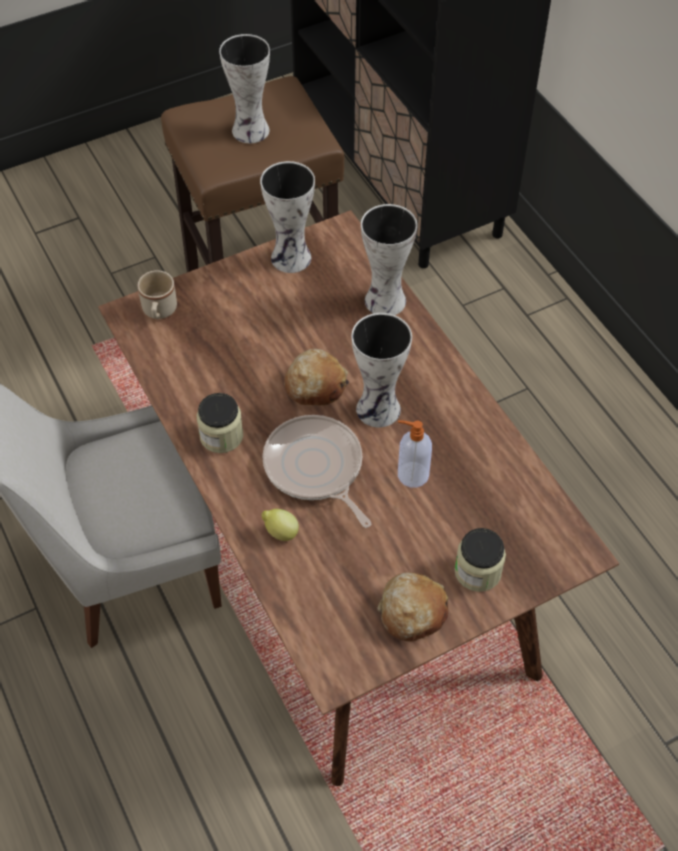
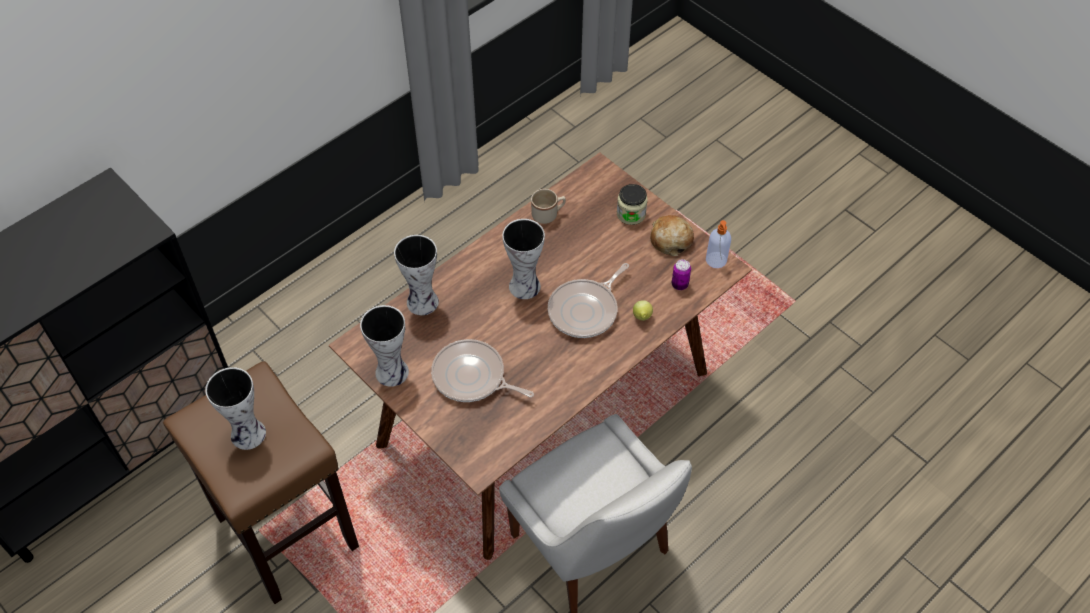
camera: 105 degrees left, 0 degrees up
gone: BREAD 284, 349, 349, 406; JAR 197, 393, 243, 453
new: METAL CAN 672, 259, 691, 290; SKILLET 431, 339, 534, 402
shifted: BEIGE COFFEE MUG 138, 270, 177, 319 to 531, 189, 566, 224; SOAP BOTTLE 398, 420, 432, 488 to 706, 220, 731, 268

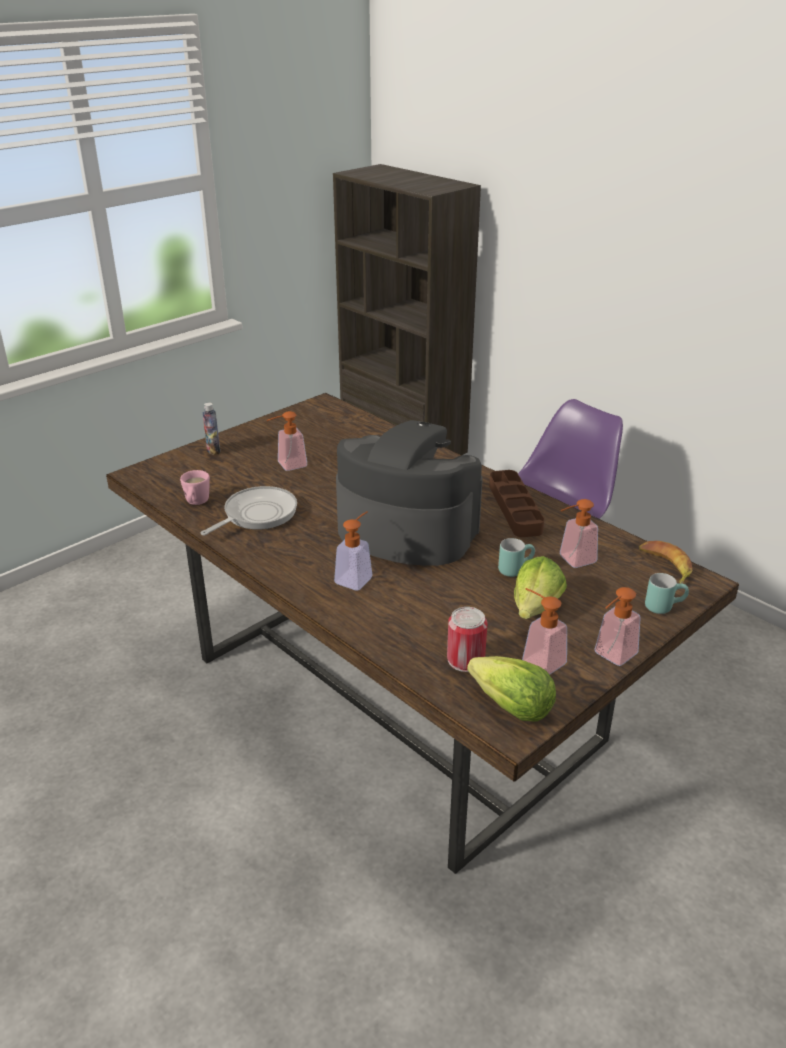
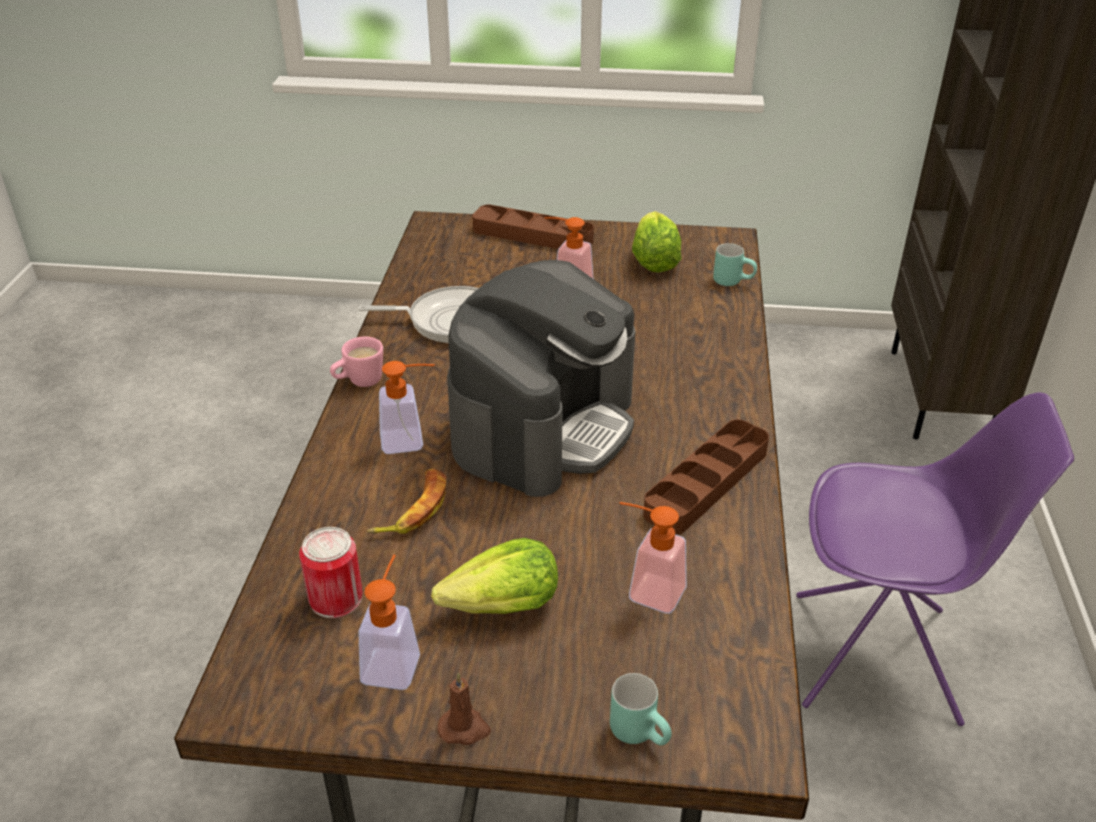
camera: 50 degrees right, 5 degrees up
shifted: PINK-COLOURED COFFEE MUG 180, 470, 210, 505 to 330, 337, 383, 387; TURQUOISE-COLOURED COFFEE MUG 498, 538, 535, 577 to 713, 243, 757, 286; BANANA FRUIT 639, 541, 692, 584 to 367, 468, 446, 534; LETTUCE HEAD 467, 656, 556, 721 to 632, 211, 682, 273
swapped: BEVERAGE BOTTLE 202, 403, 220, 455 to BROWN SERVING TRAY 472, 205, 594, 249; SOAP BOTTLE 594, 587, 641, 666 to BROWN WAX LIGHT 437, 673, 491, 745
rotated: COFFEE MAKER 336, 420, 483, 566 = 447, 260, 635, 497 45 degrees clockwise

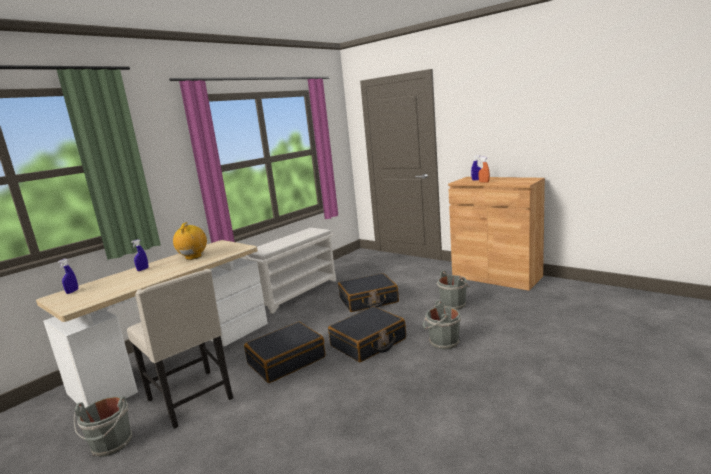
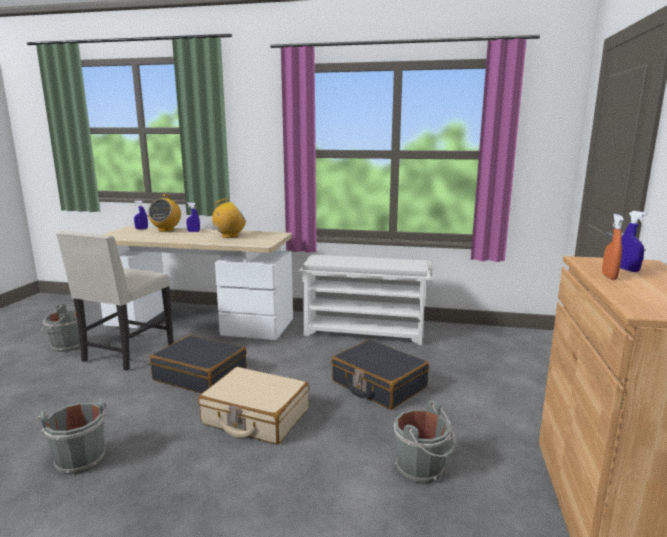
camera: 60 degrees right, 0 degrees up
new: RADIO 148, 194, 181, 232
shifted: GRAY BUCKET 423, 300, 461, 350 to 38, 398, 107, 475
repainted: BLACK SUITCASE 328, 306, 406, 362 to BEIGE SUITCASE 198, 367, 309, 444

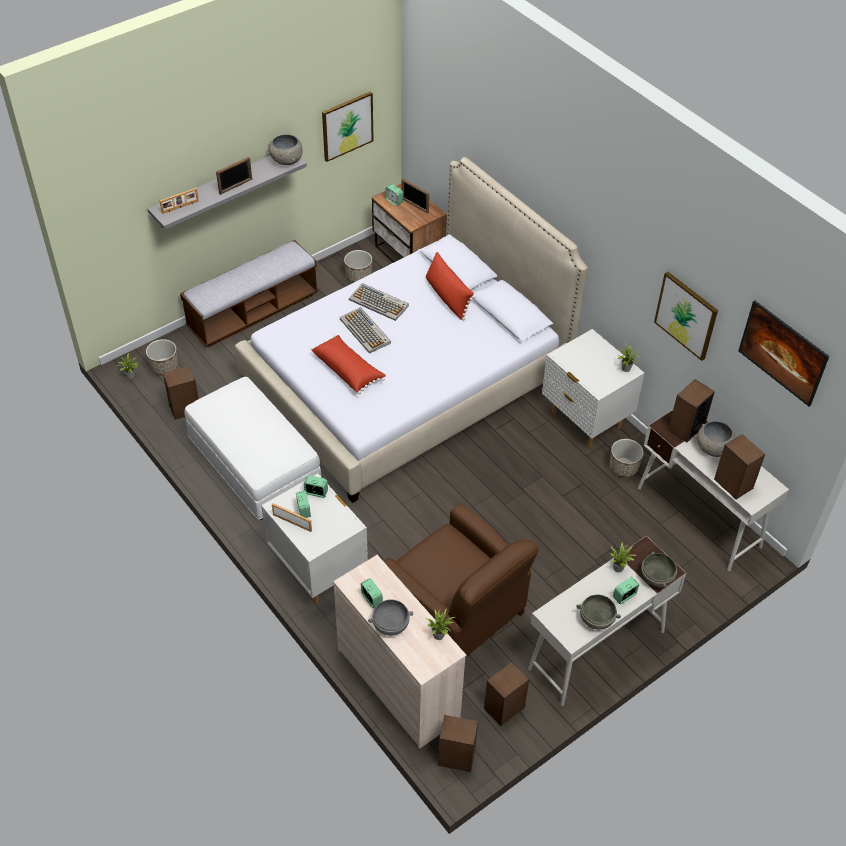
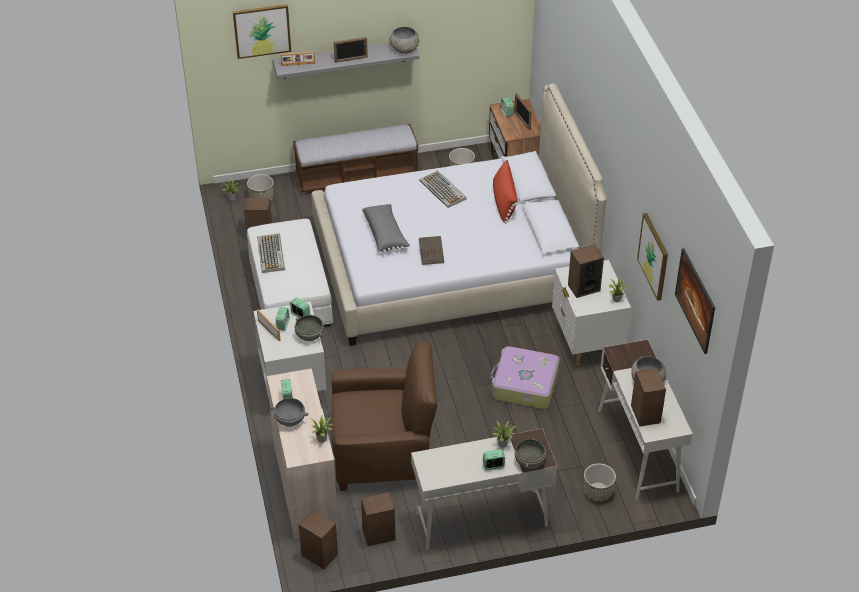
camera: 25 degrees right, 5 degrees down
new: BROWN VOLUME 419, 236, 444, 265; SUITCASE 489, 346, 560, 409
shifted: WALL ART 322, 91, 374, 162 to 233, 4, 291, 59; COMPUTER KEYBOARD 340, 307, 391, 353 to 257, 233, 285, 273; LOUDSPEAKER 668, 379, 715, 443 to 568, 245, 604, 298; PLANT POT 610, 439, 644, 477 to 584, 463, 616, 502; GRAY BOWL 576, 595, 621, 630 to 295, 315, 324, 341
repainted: RED THROW PILLOW 311, 335, 386, 394 to GRAY THROW PILLOW 362, 204, 410, 254
rotated: BROWN EASY CHAIR 383, 504, 539, 658 = 331, 341, 438, 491 75 degrees counterclockwise

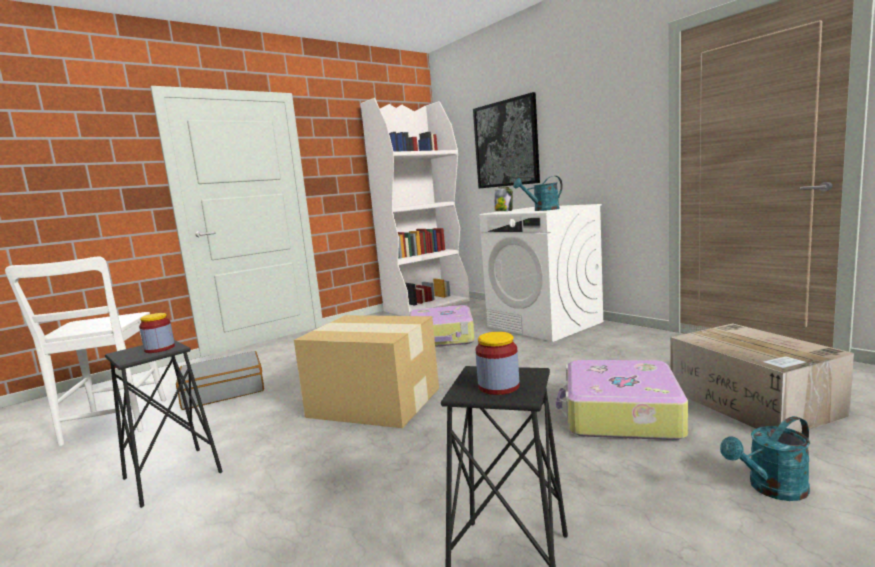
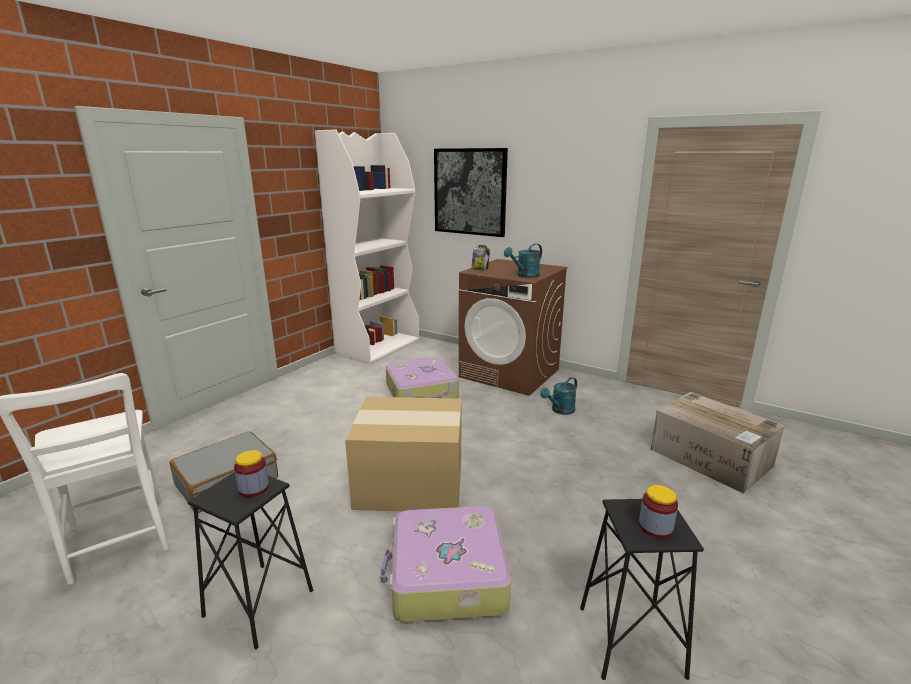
camera: 20 degrees left, 10 degrees up
shifted: SUITCASE 556, 360, 688, 440 to 380, 506, 511, 622; TURQUOISE-COLOURED WATERING POT 720, 416, 810, 501 to 540, 377, 577, 415
repainted: WHITE-COLOURED WASHING MACHINE 479, 204, 603, 342 to BROWN WASHING MACHINE 459, 259, 568, 396

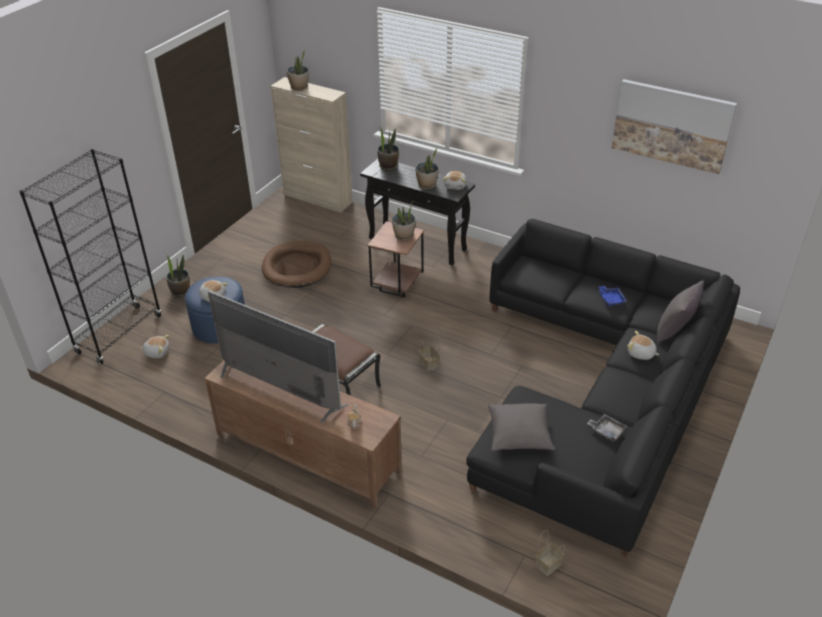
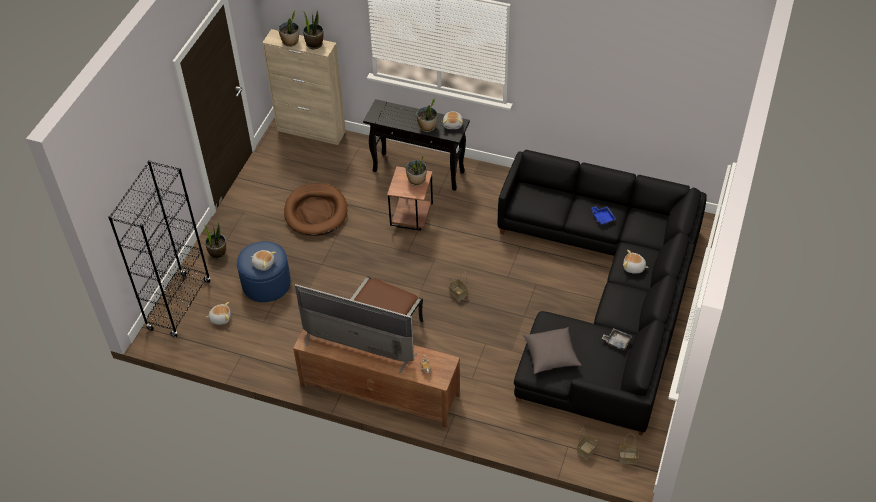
camera: 10 degrees left, 10 degrees up
gone: WALL ART 612, 79, 737, 174; GRAY THROW PILLOW 657, 281, 704, 343
new: HOUSEHOLD BASKET 619, 434, 639, 465
shifted: PLANT IN A POT 377, 127, 399, 171 to 303, 10, 324, 49

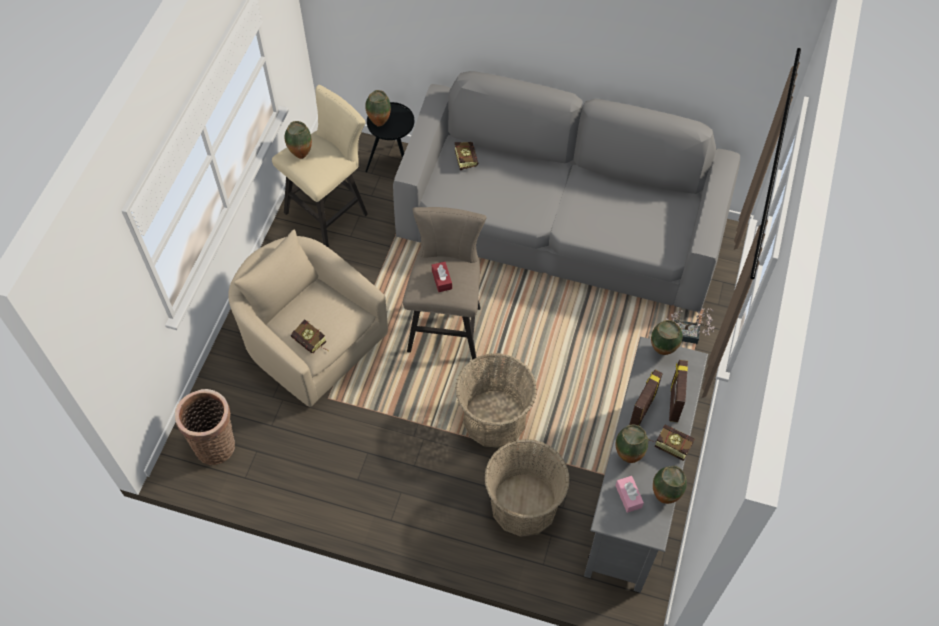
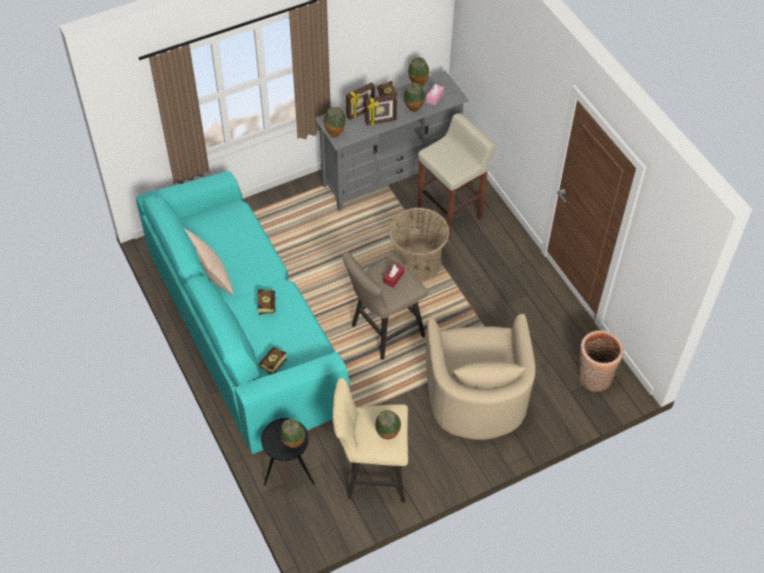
camera: 135 degrees left, 5 degrees down
gone: PLANT IN A POT 665, 308, 714, 344
new: BEIGE THROW PILLOW 184, 228, 234, 295
shifted: VOLUME 291, 319, 329, 353 to 258, 289, 276, 315
swapped: HOUSEHOLD BASKET 484, 439, 570, 537 to BEIGE STOOL 418, 113, 495, 239
repainted: GRAY SOFA 393, 71, 740, 312 to TURQUOISE-COLOURED SOFA 136, 171, 350, 454

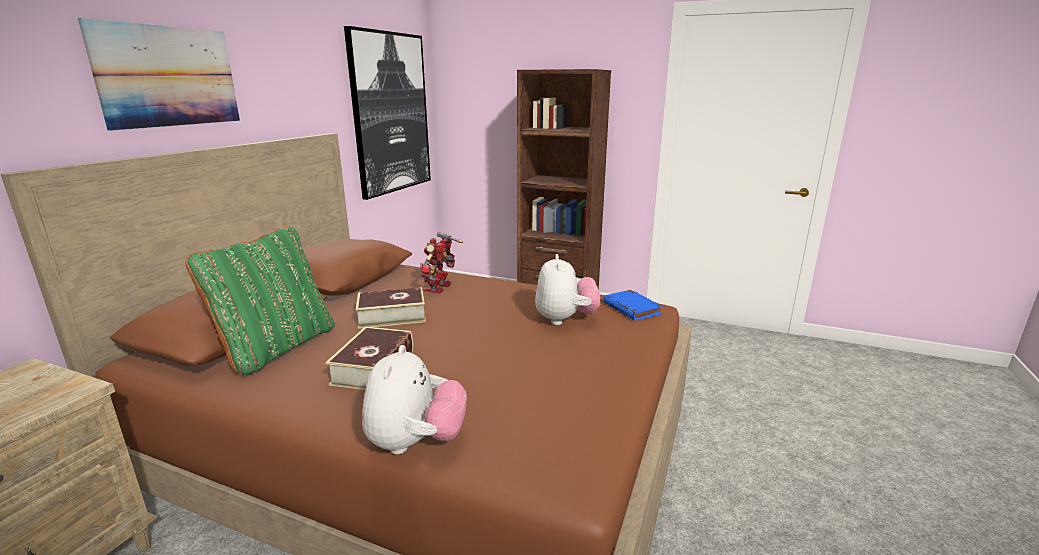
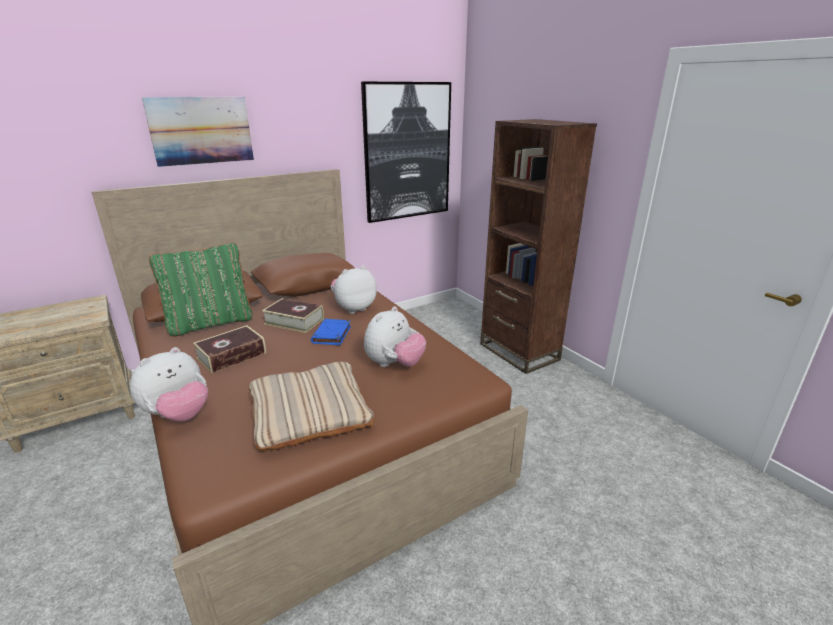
camera: 35 degrees right, 5 degrees up
new: BEIGE THROW PILLOW 248, 362, 374, 452
shifted: BLUISH VOLUME 604, 290, 663, 321 to 311, 319, 351, 345
swapped: TOY ROBOT 420, 232, 463, 293 to PLUSH TOY 331, 266, 377, 314

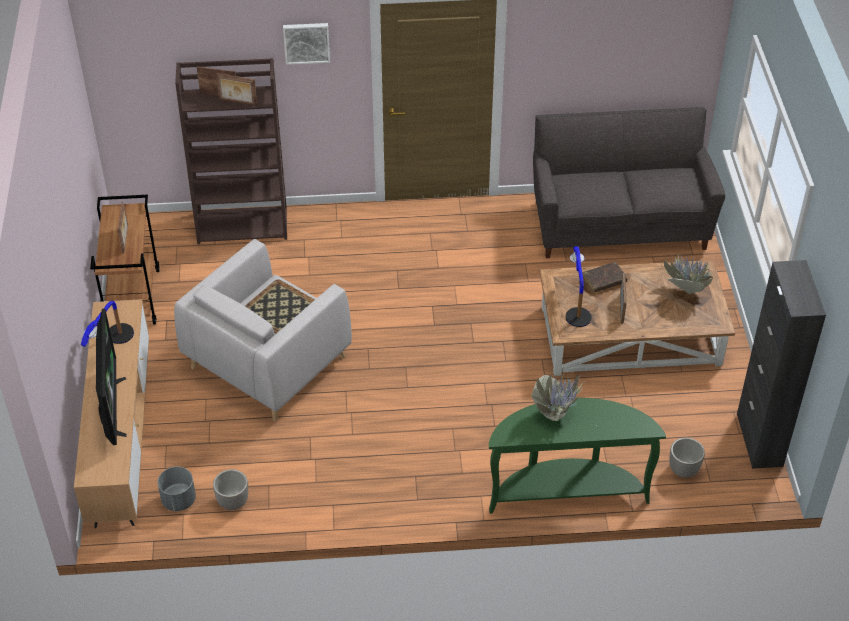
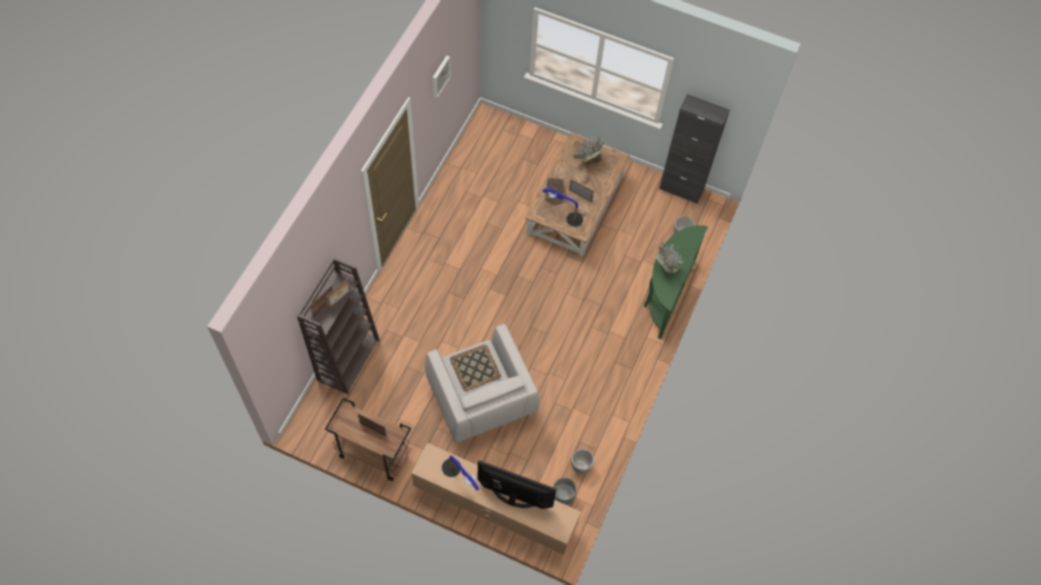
camera: 65 degrees left, 15 degrees up
gone: GRAY SOFA 533, 107, 725, 258
shifted: WALL ART 283, 23, 330, 65 to 433, 55, 451, 98

